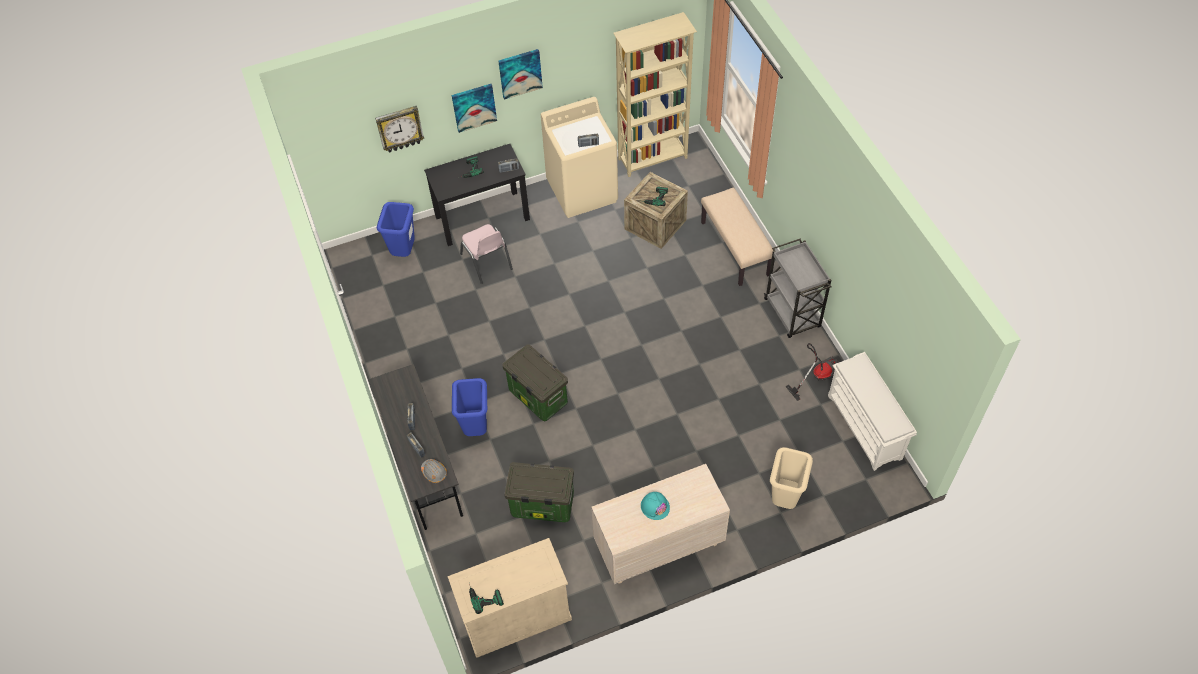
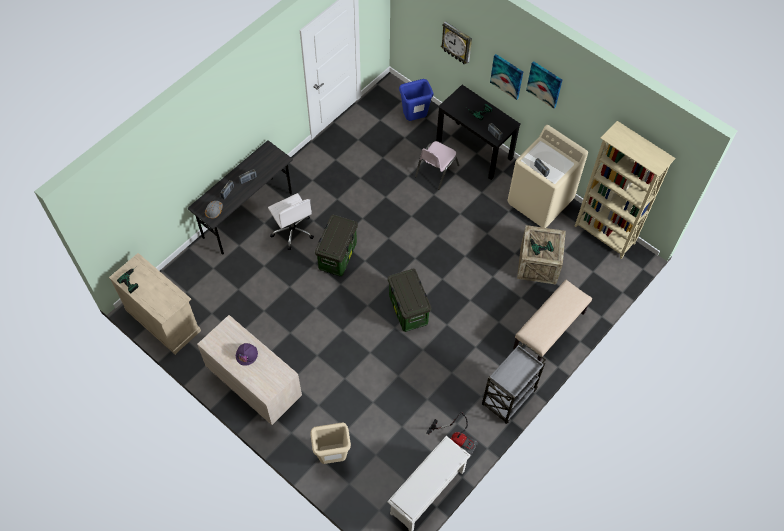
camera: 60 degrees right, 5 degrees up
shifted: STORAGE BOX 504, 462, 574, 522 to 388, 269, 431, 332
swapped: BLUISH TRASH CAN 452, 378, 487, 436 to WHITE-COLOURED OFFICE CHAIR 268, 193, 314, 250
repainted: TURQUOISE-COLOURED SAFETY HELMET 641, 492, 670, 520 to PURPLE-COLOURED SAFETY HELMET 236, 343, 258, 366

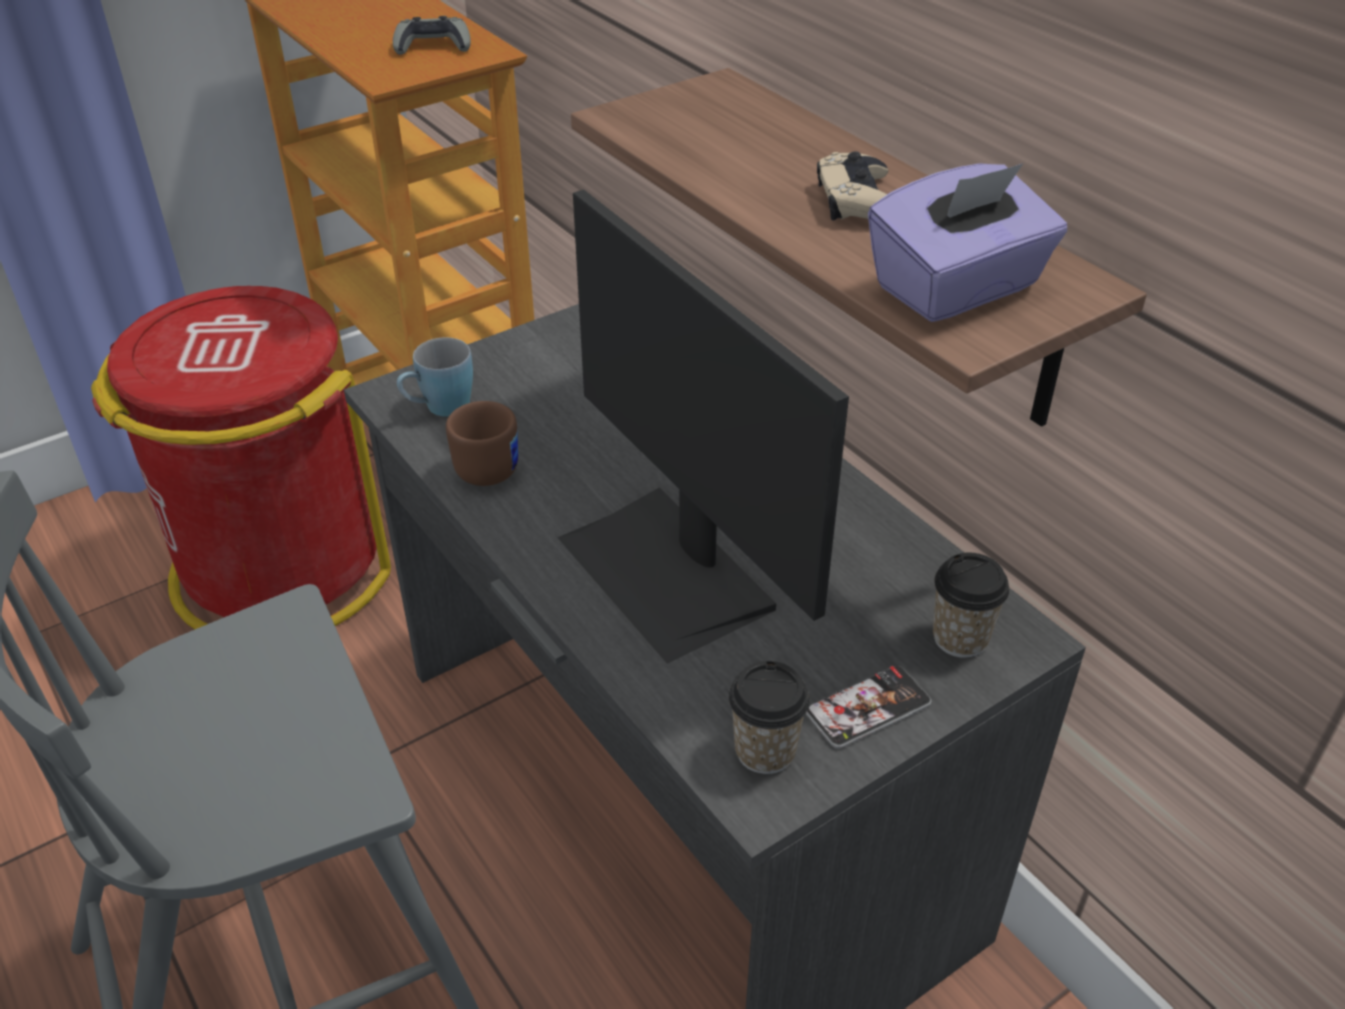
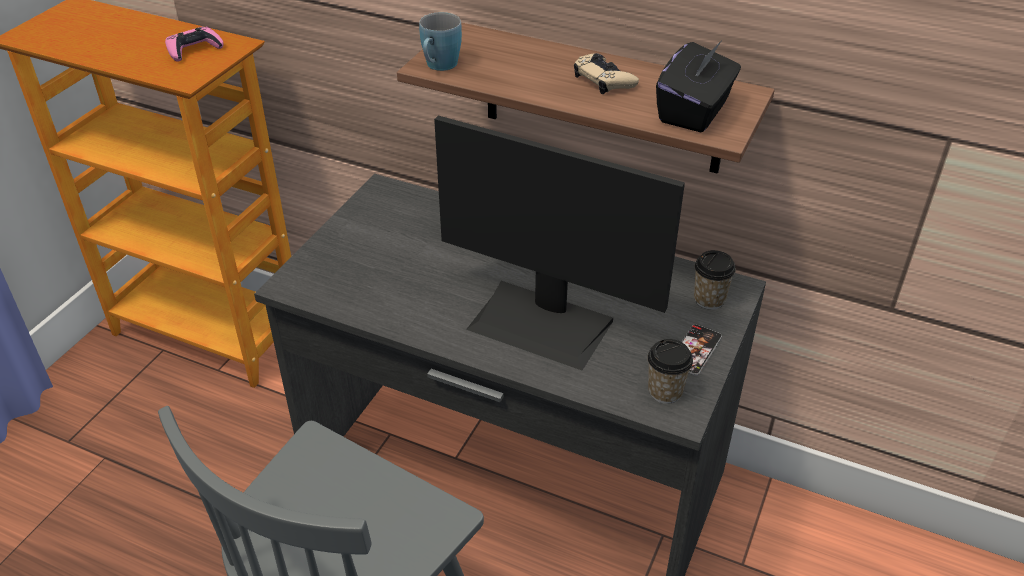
camera: 30 degrees left, 0 degrees up
gone: RED TRASH CAN 91, 286, 391, 629; BROWN COFFEE MUG 446, 401, 518, 486
shifted: BLUISH COFFEE MUG 397, 337, 473, 417 to 419, 12, 462, 71
repainted: GRAY GAME CONTROLLER 393, 16, 471, 55 to PINK-COLOURED GAME CONTROLLER 165, 27, 224, 62; PURPLE-COLOURED TISSUE HOLDER 868, 163, 1067, 322 to BLACK TISSUE HOLDER 656, 40, 741, 132

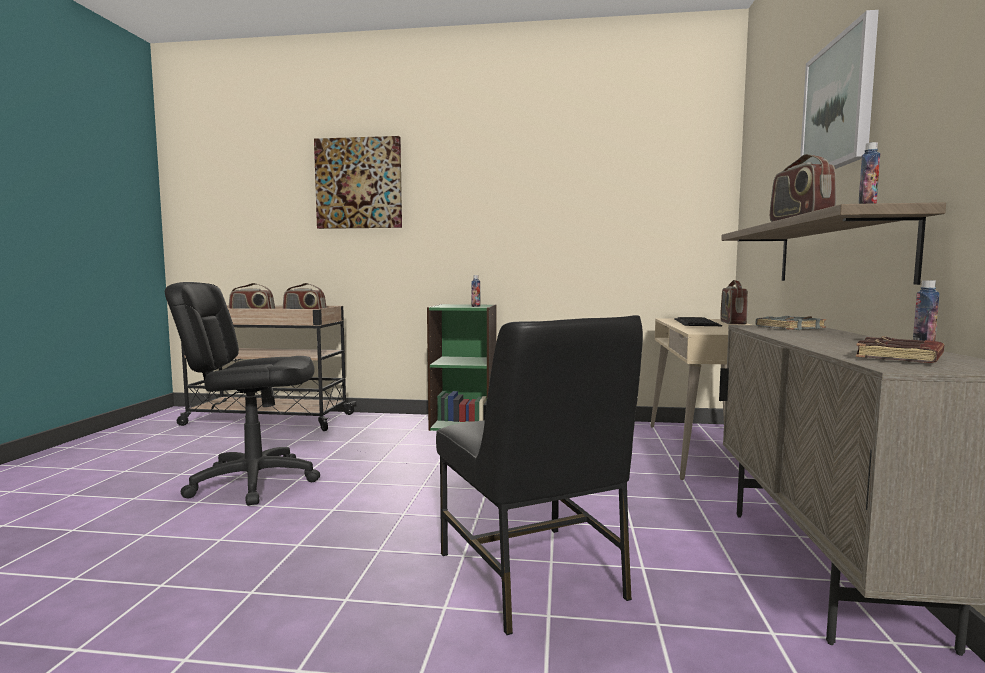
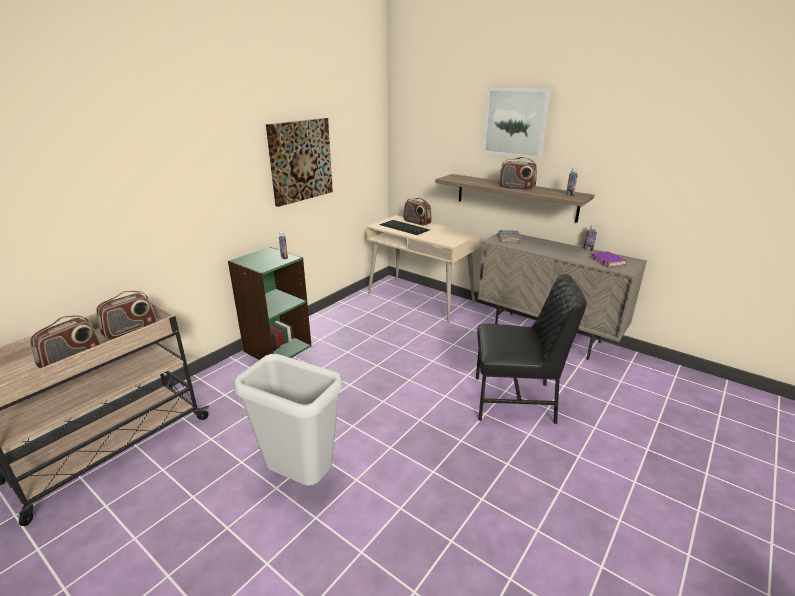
camera: 60 degrees left, 20 degrees up
shifted: WALL ART 314, 136, 402, 229 to 266, 118, 333, 207
swapped: BLACK OFFICE CHAIR 165, 282, 320, 506 to GRAY TRASH CAN 233, 354, 343, 486
repainted: BROWN VOLUME 856, 336, 944, 363 to PURPLE-COLOURED VOLUME 590, 251, 627, 267

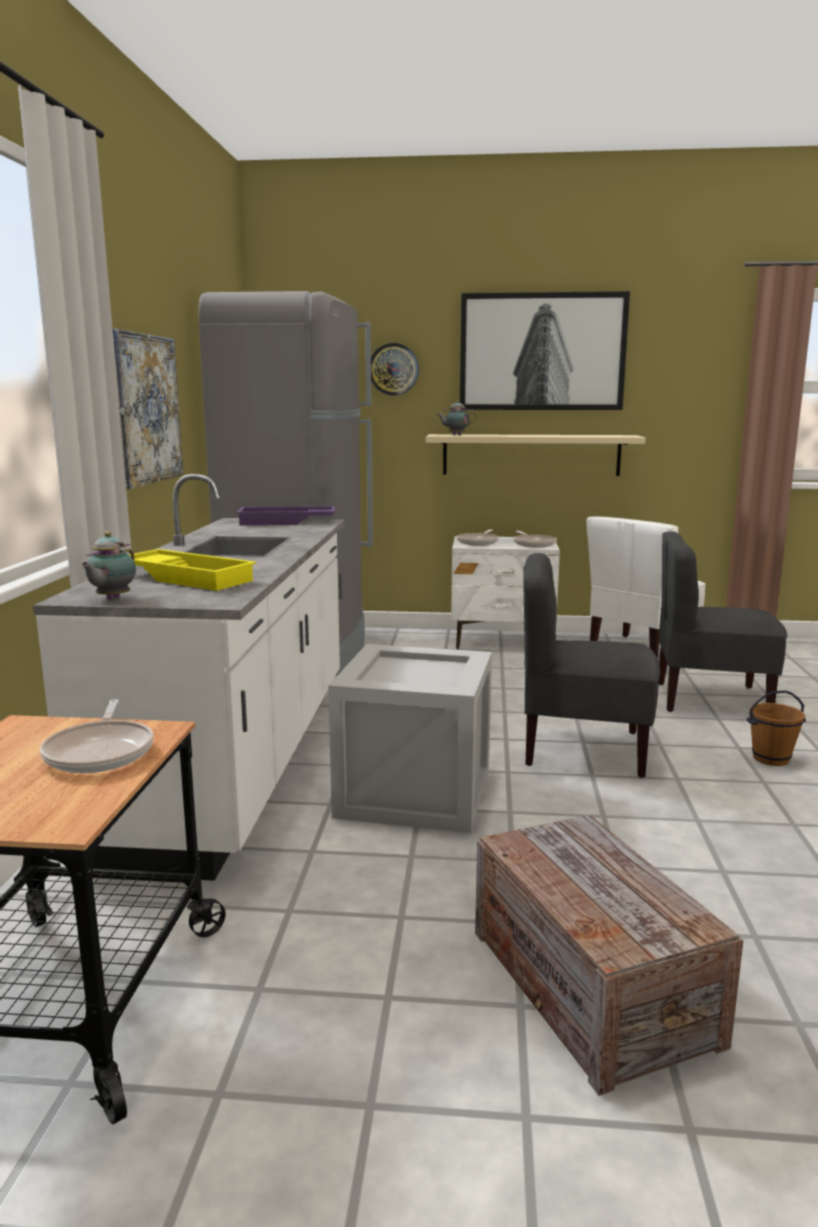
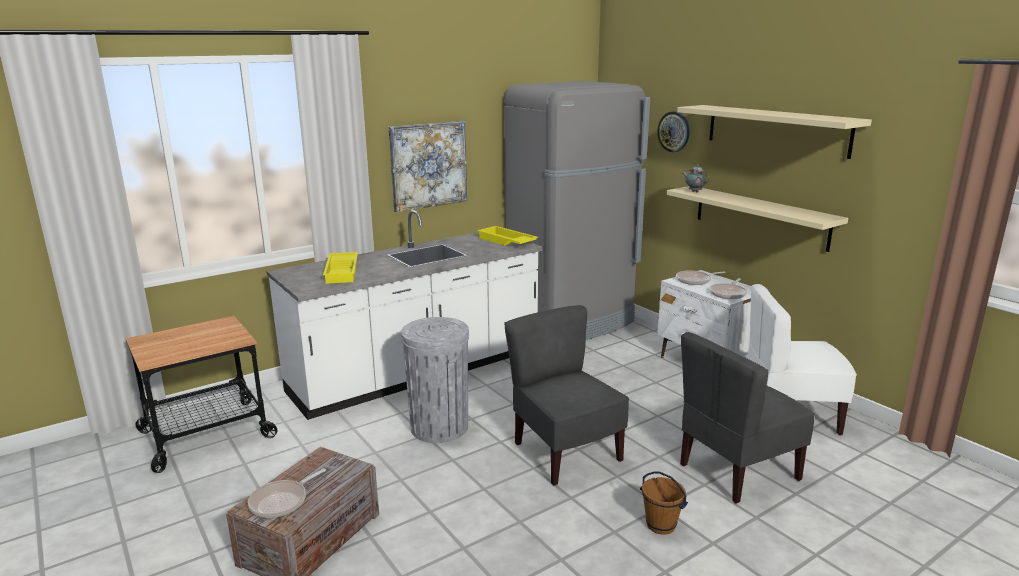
camera: 50 degrees right, 5 degrees up
gone: TEA POT 80, 531, 136, 600
shifted: SKILLET 40, 699, 153, 773 to 248, 469, 326, 518
swapped: WALL ART 460, 291, 630, 410 to BEIGE BRACKET SHELF 677, 105, 872, 159; PACKING CRATE 328, 644, 492, 833 to GRAY TRASH CAN 401, 317, 469, 443
repainted: PURPLE-COLOURED SERVING TRAY 236, 506, 335, 525 to YELLOW-COLOURED SERVING TRAY 477, 226, 538, 245
rotated: GRAY UPRIGHT CHAIR 659, 531, 787, 712 = 680, 332, 815, 504 90 degrees counterclockwise

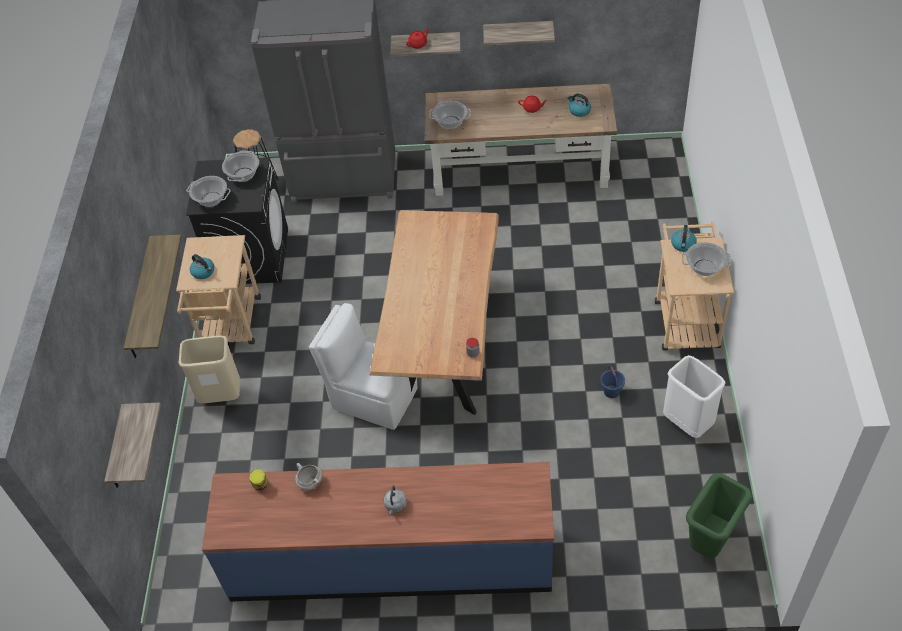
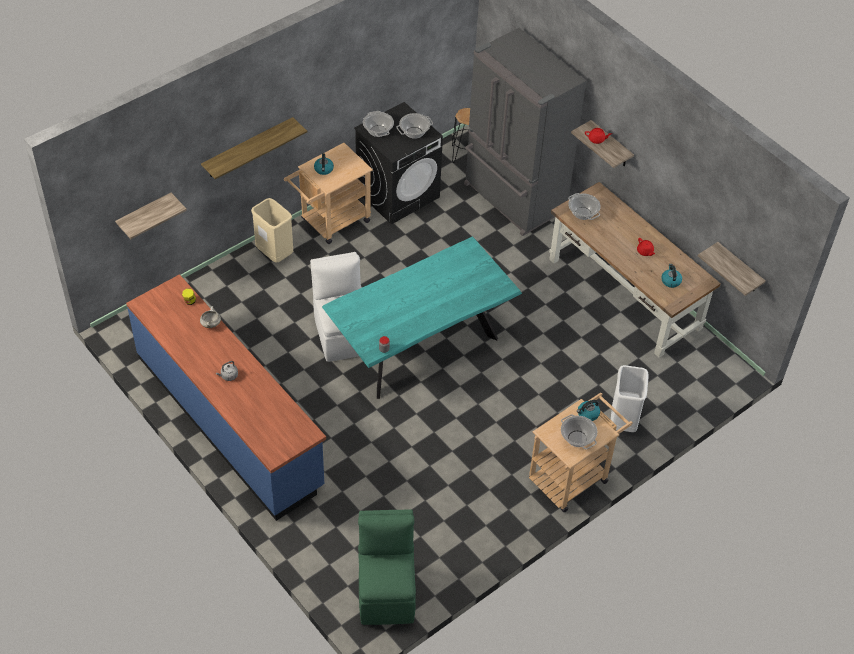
camera: 45 degrees right, 0 degrees up
gone: BLUISH BUCKET 600, 365, 625, 398
shifted: BRACKET SHELF 483, 21, 555, 46 to 698, 242, 766, 296; WHITE-COLOURED TRASH CAN 663, 355, 725, 438 to 611, 365, 648, 432
swapped: GREENISH TRASH CAN 686, 473, 752, 558 to GREENISH UPRIGHT CHAIR 358, 509, 416, 625
repainted: BROWN DINING TABLE 370, 210, 499, 415 to TURQUOISE-COLOURED DINING TABLE 322, 236, 522, 399

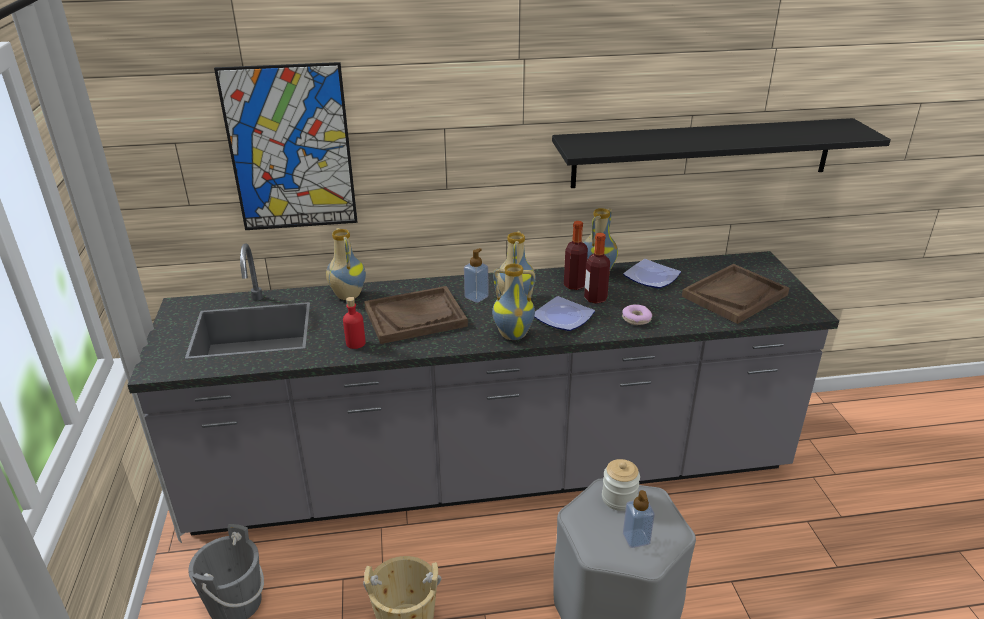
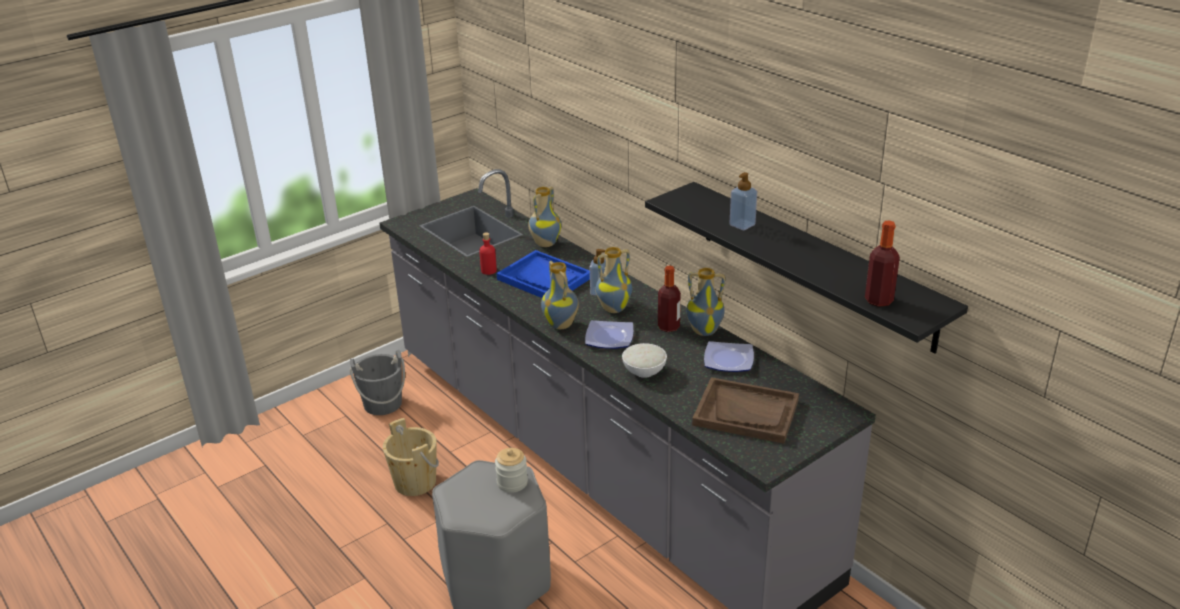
camera: 60 degrees right, 0 degrees up
gone: WALL ART 214, 62, 357, 230
shifted: BEVERAGE BOTTLE 584, 233, 610, 304 to 865, 221, 900, 307; SOAP BOTTLE 623, 490, 655, 548 to 729, 172, 757, 230
swapped: DONUT 622, 304, 652, 325 to WHITE-COLOURED BOWL 622, 343, 667, 378
repainted: BROWN SERVING TRAY 364, 286, 468, 344 to BLUISH SERVING TRAY 496, 250, 590, 298

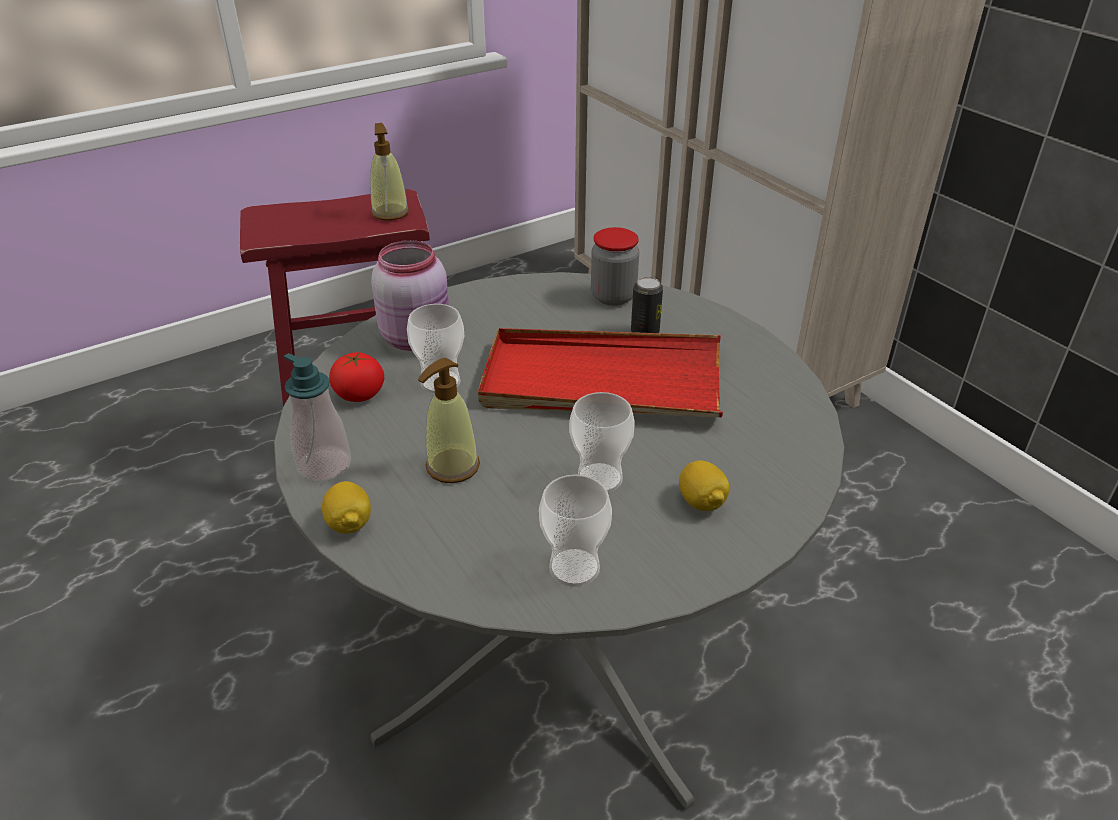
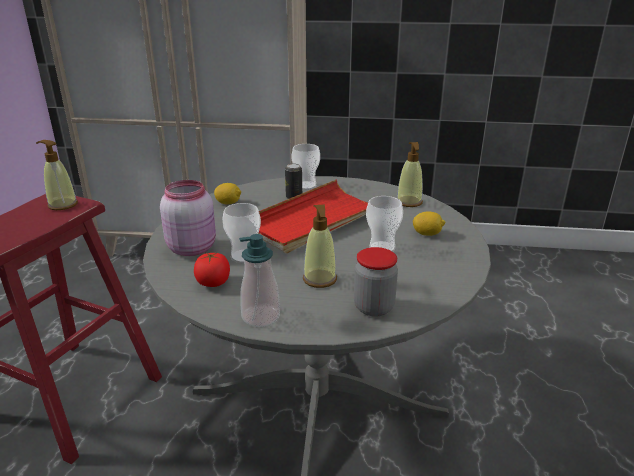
camera: 50 degrees left, 10 degrees down
new: SOAP BOTTLE 397, 142, 423, 207
shifted: JAR 591, 227, 639, 306 to 354, 247, 398, 317; CUP 539, 475, 612, 587 to 292, 144, 320, 190; WHOLE LEMON 322, 481, 371, 534 to 214, 183, 241, 204

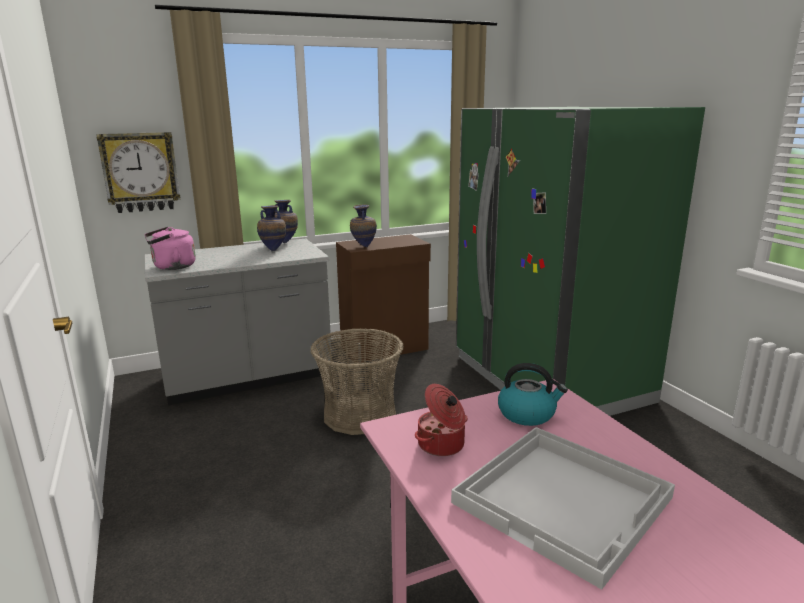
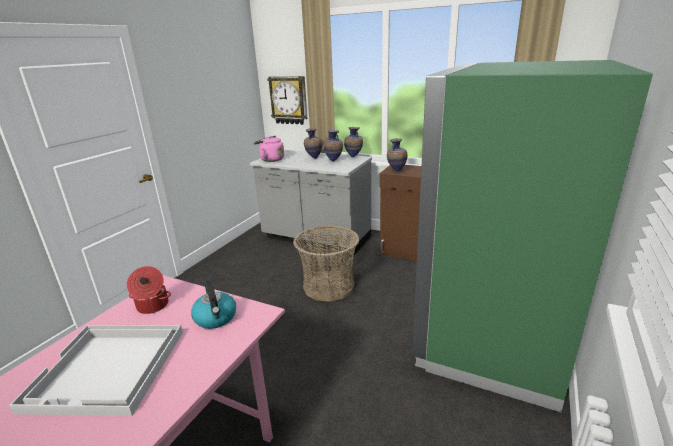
camera: 50 degrees right, 5 degrees up
new: FLOWER VASE 304, 128, 322, 159

